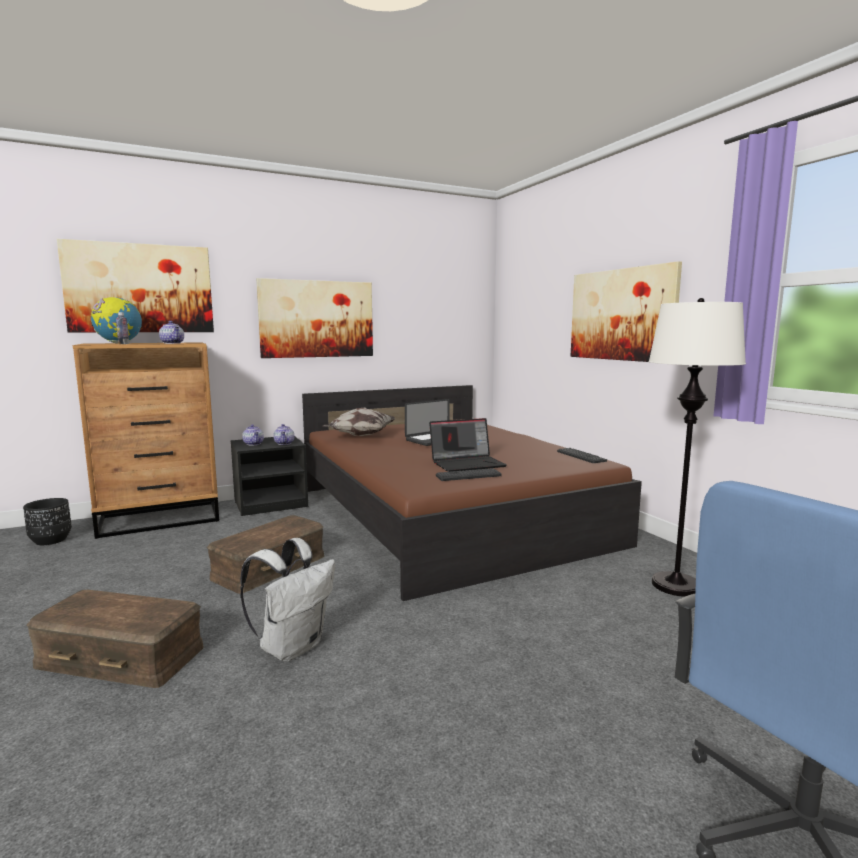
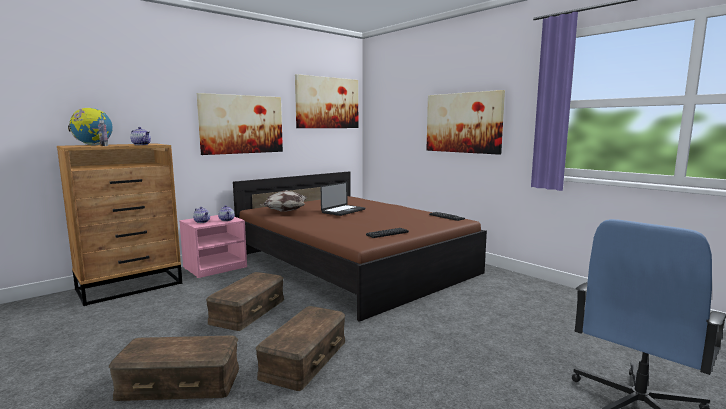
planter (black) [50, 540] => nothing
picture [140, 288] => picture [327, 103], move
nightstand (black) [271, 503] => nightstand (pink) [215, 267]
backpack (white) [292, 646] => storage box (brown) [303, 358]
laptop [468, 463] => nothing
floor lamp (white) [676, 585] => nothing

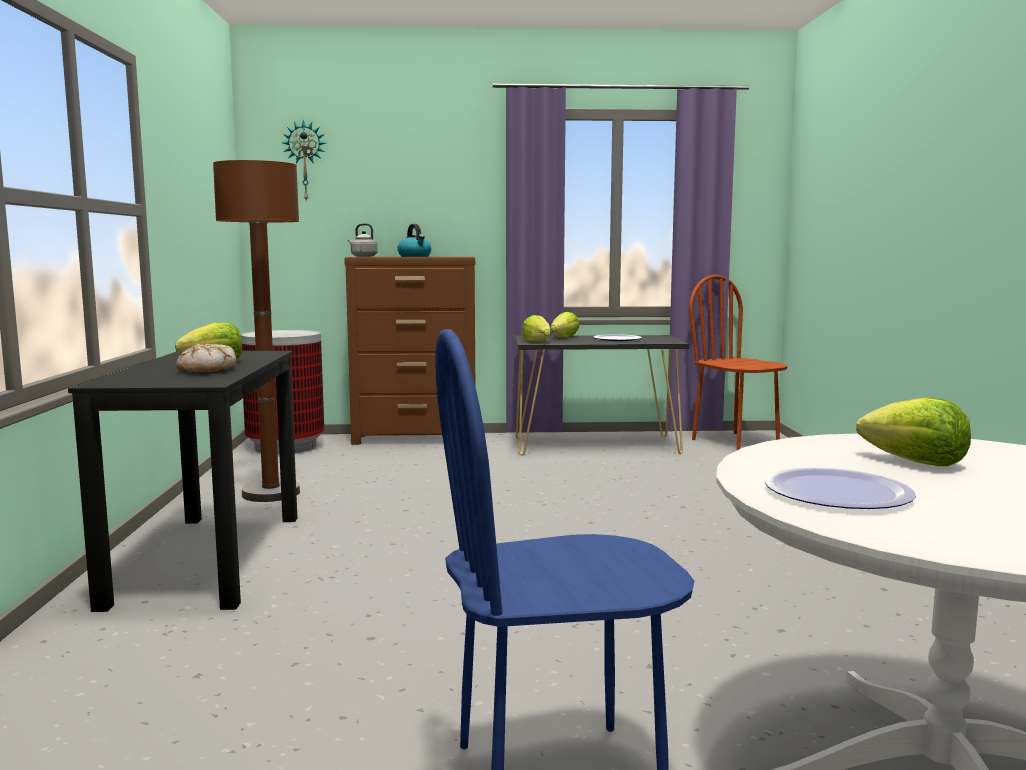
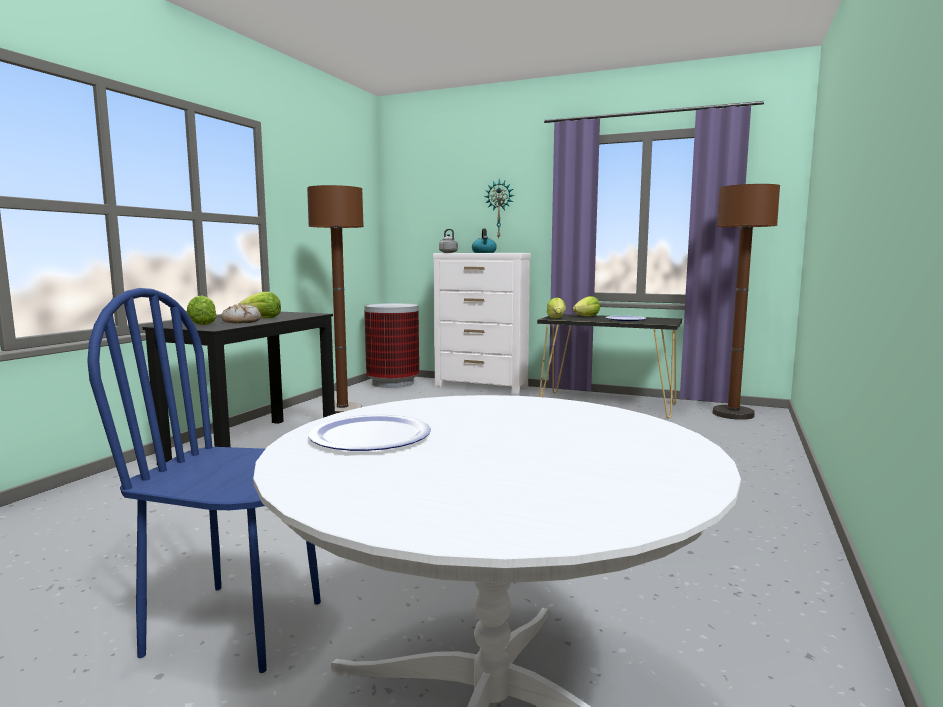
wall clock [305, 161] => wall clock [499, 209], move
dresser (brown) [416, 439] => dresser (white) [481, 386]
chair (brown) [735, 442] => floor lamp (brown) [733, 414]
lettuce [915, 462] => lettuce [202, 324], move

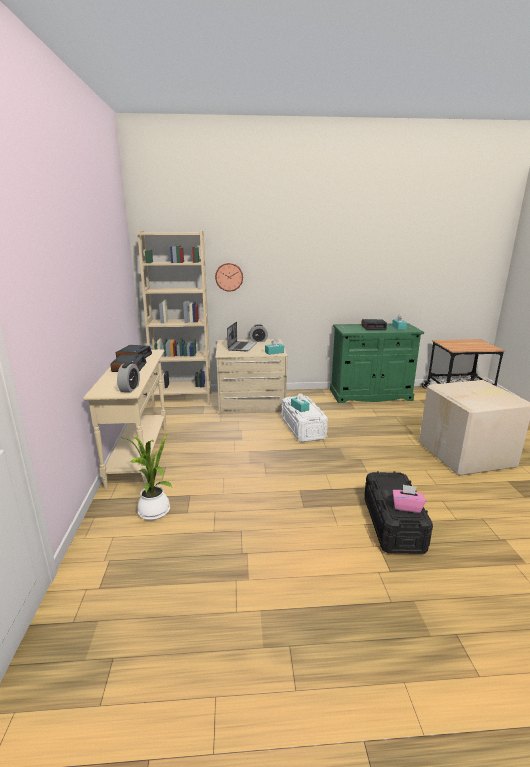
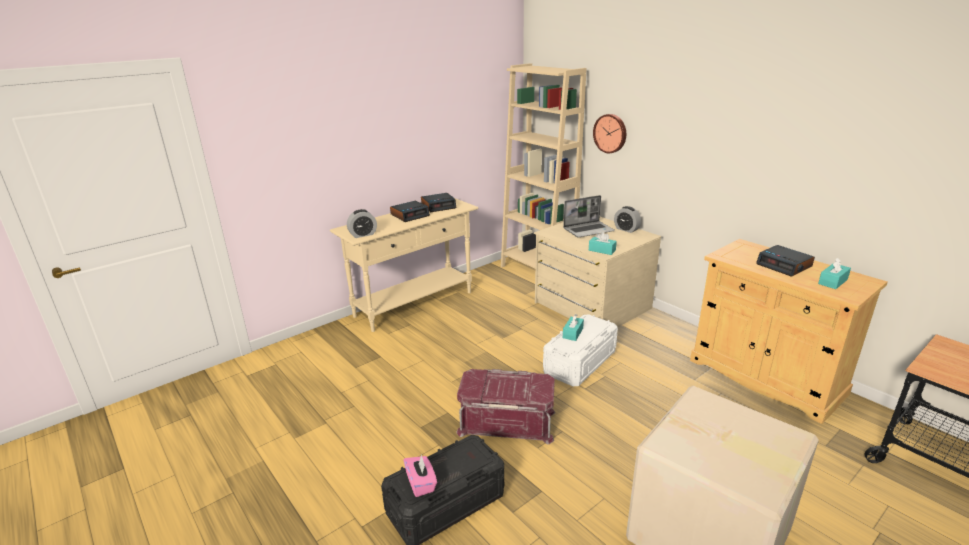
potted plant [154, 513] => nothing
cabinet (green) [370, 395] => cabinet (beige) [765, 377]
nothing => storage box (red) [507, 421]

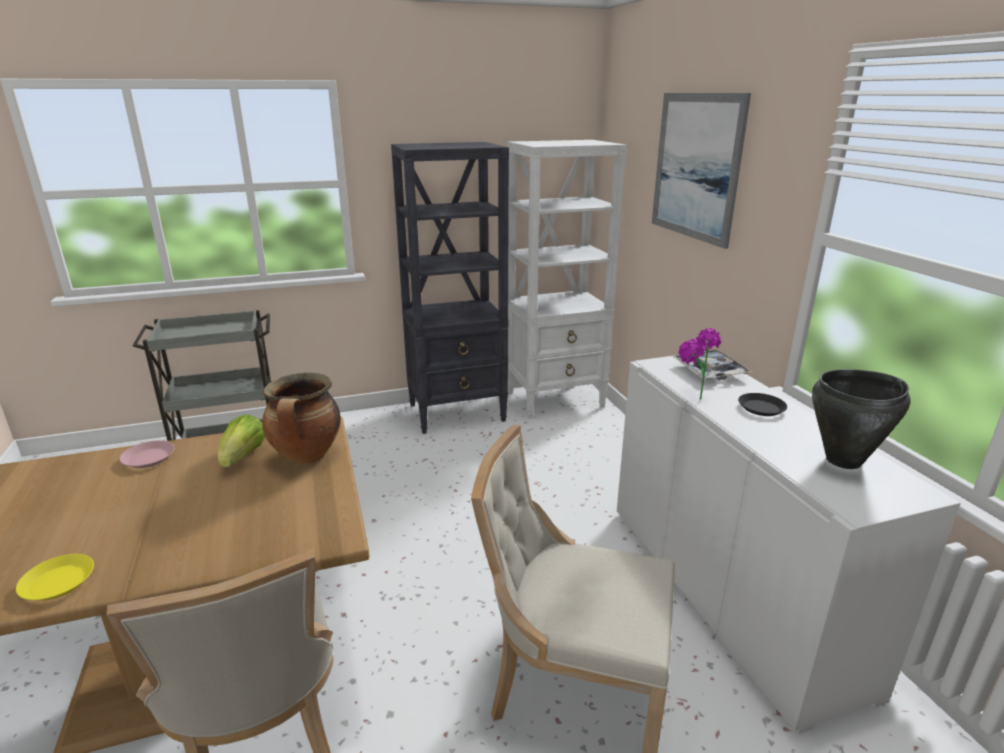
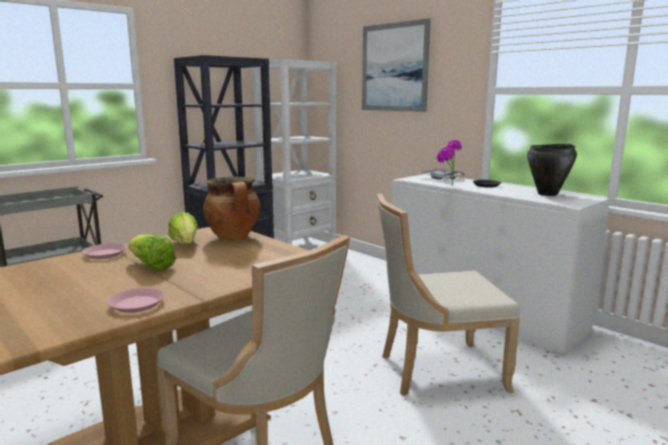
plate (yellow) [58, 582] => plate (pink) [137, 304]
nothing => lettuce [151, 266]

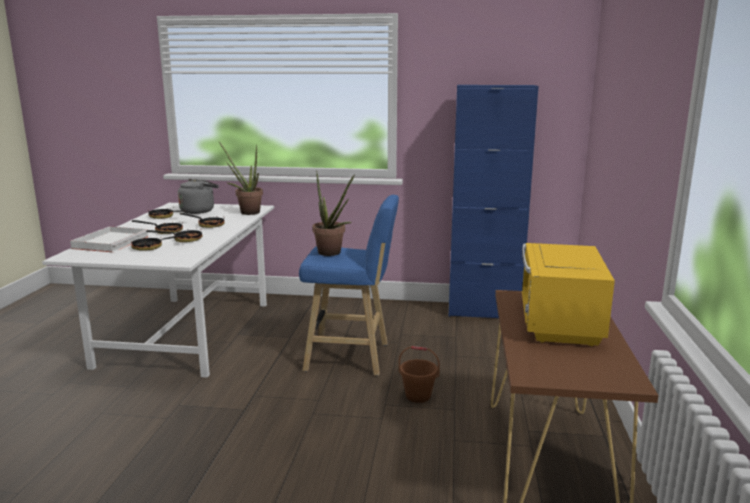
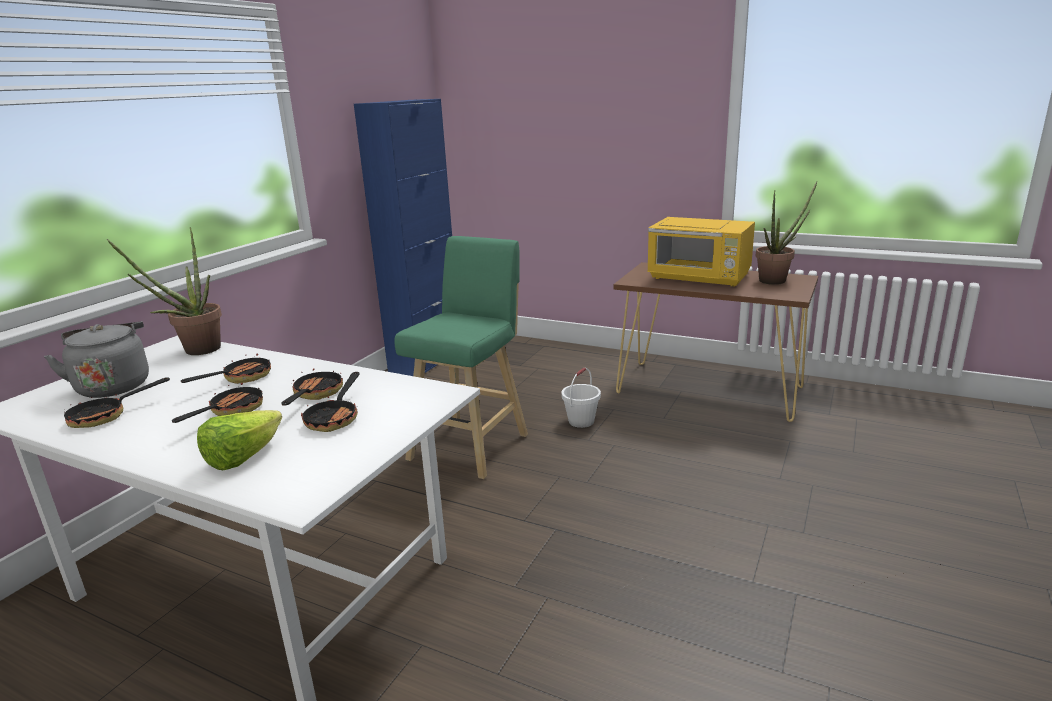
tray (white) [111, 242] => lettuce [243, 458]
stool (blue) [351, 357] => stool (green) [472, 445]
potted plant [332, 253] => potted plant [777, 280], move
bucket (brown) [418, 396] => bucket (white) [581, 421]

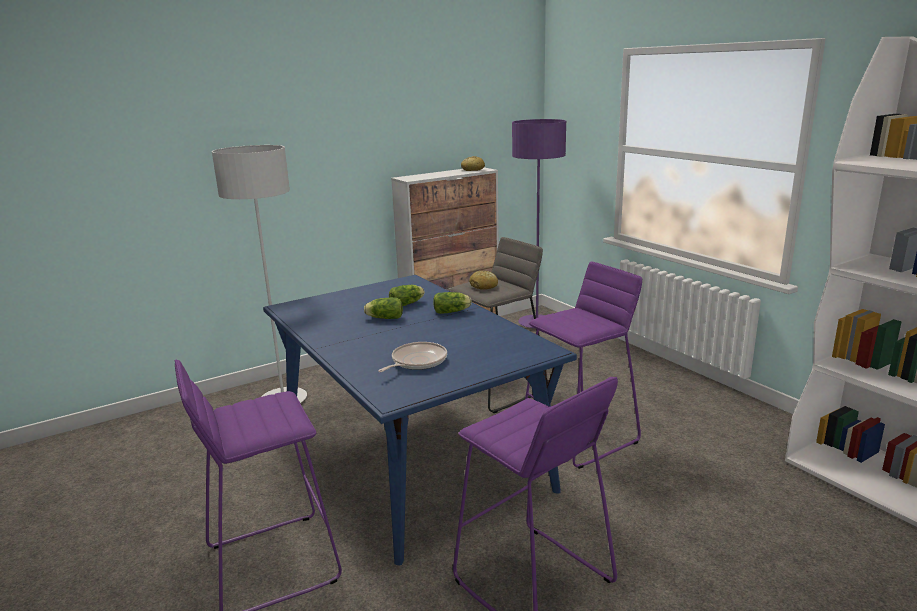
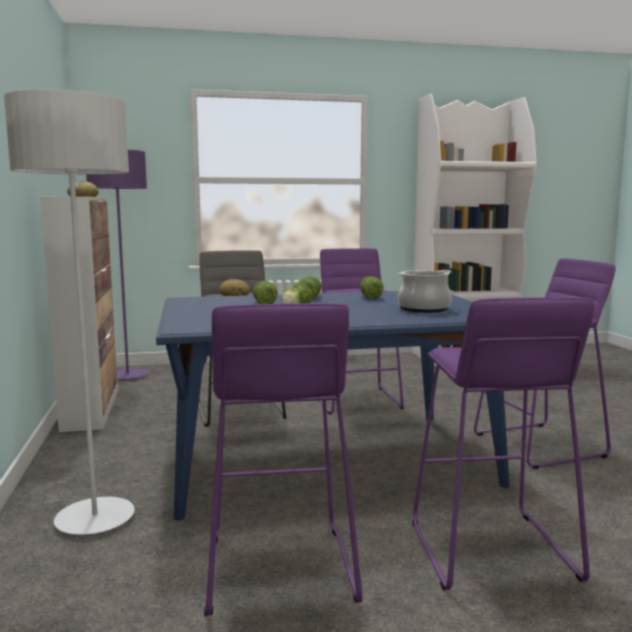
frying pan [417, 361] => cooking pot [424, 309]
nothing => stool (purple) [278, 569]
nothing => lettuce [370, 297]

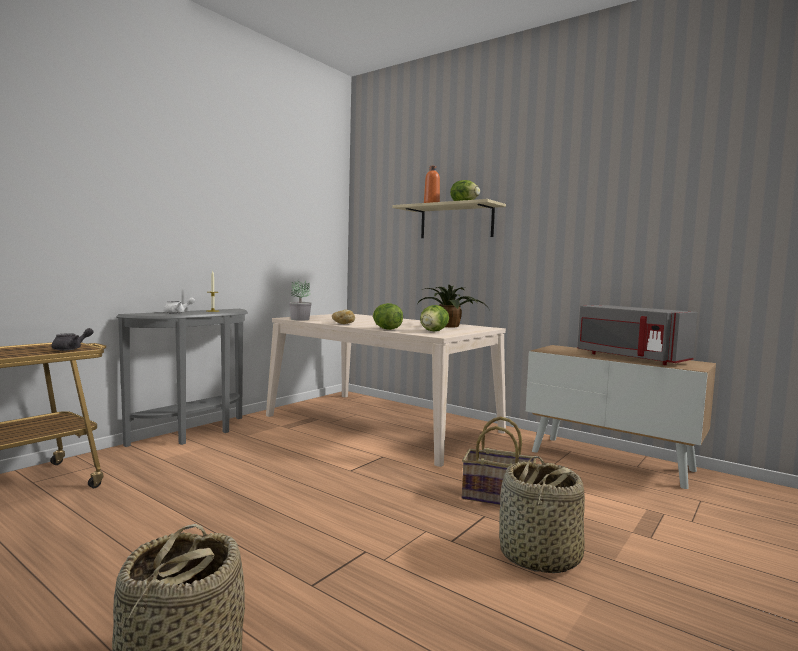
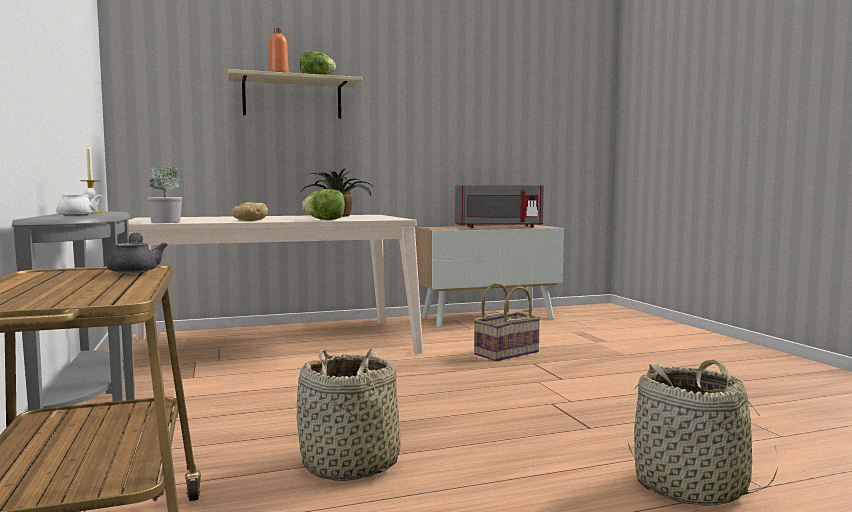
lettuce [433, 331] => nothing
basket [538, 556] => basket [350, 465], move

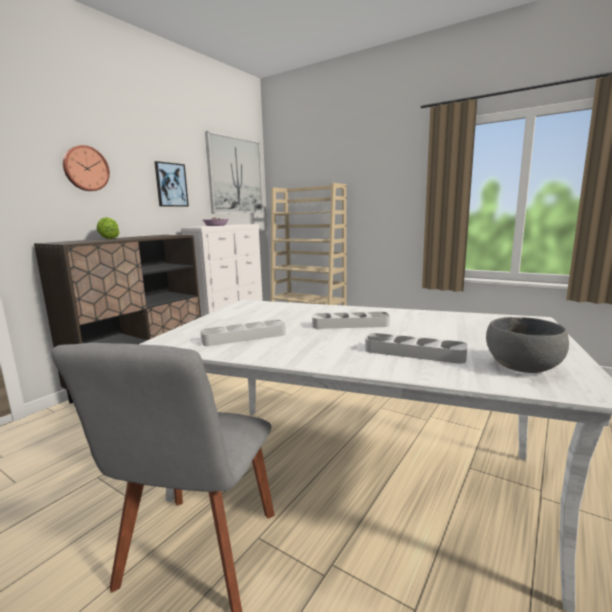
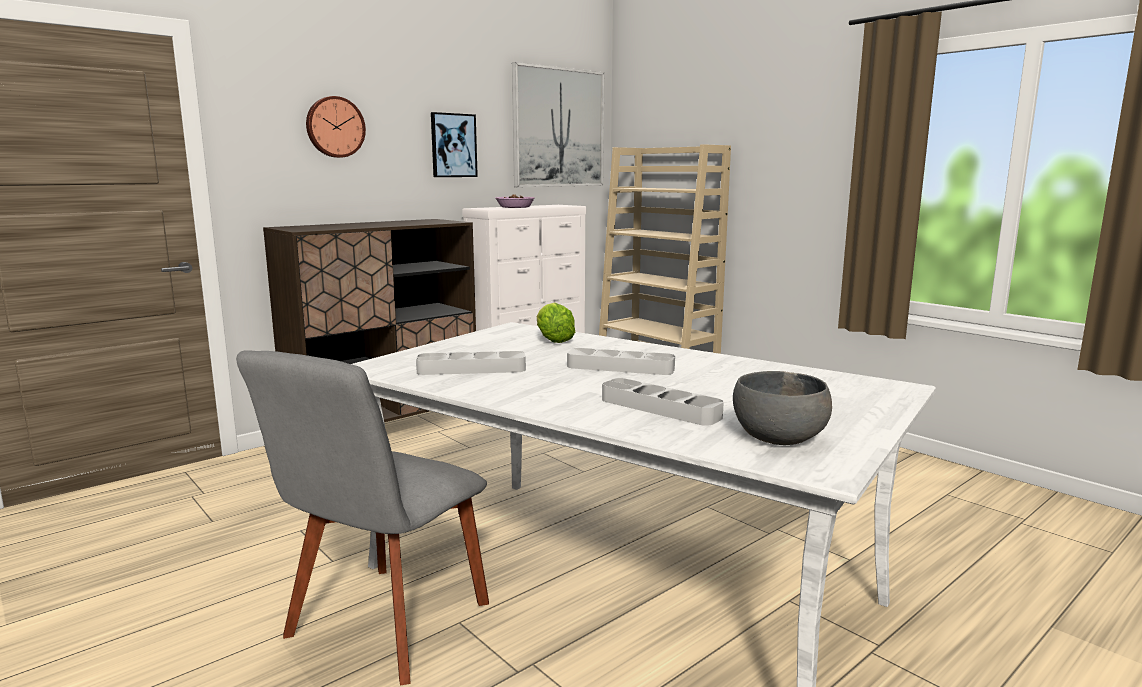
lettuce [108, 239] => lettuce [553, 340], move

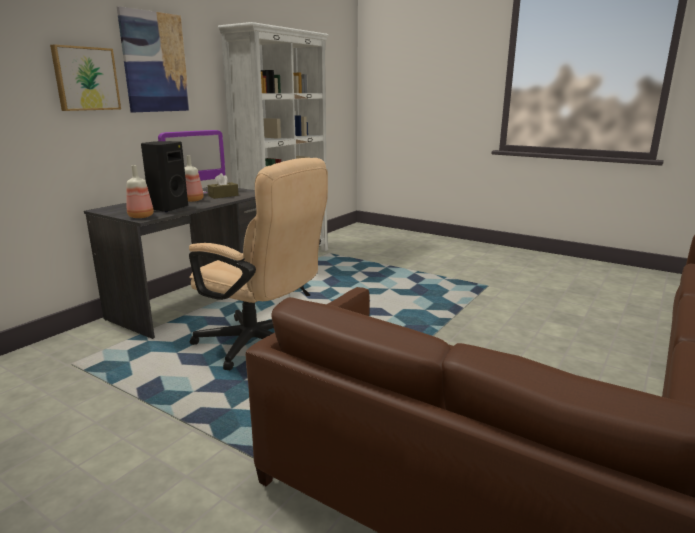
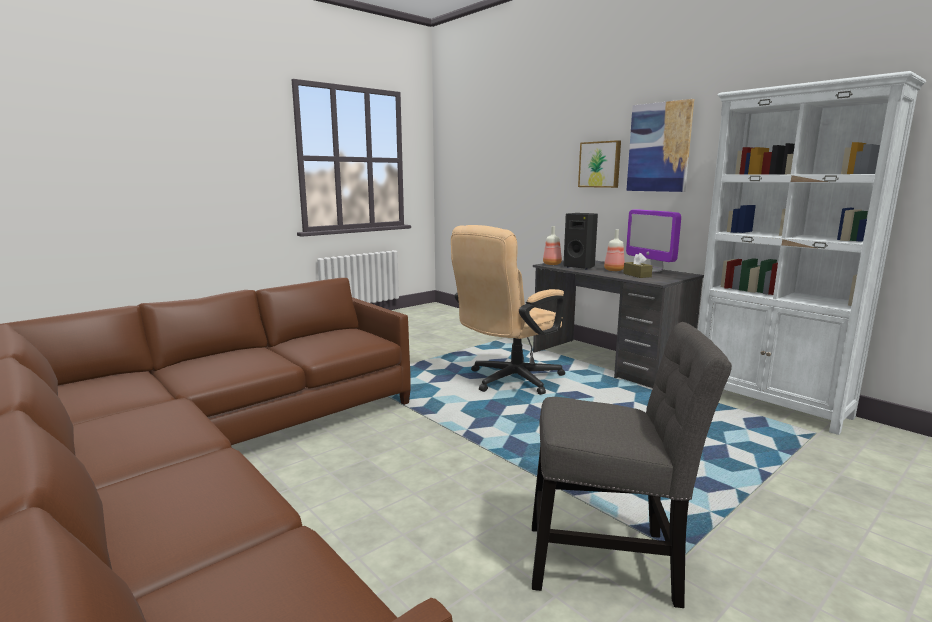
nothing => chair (grey) [610, 562]

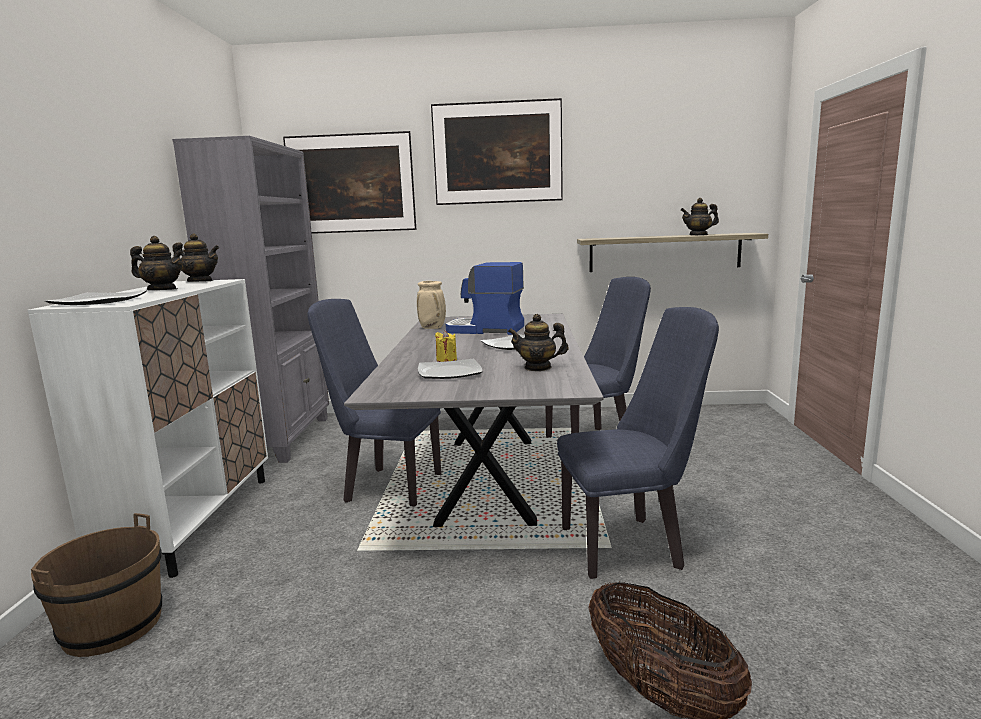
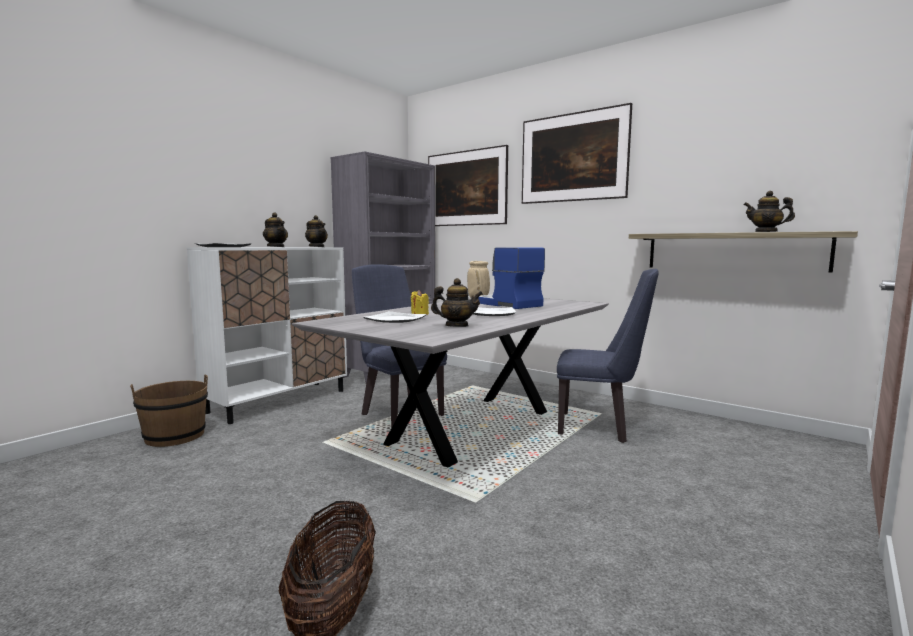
teapot [538, 368] => teapot [456, 326], 150 degrees clockwise
chair (blue) [630, 545] => nothing

